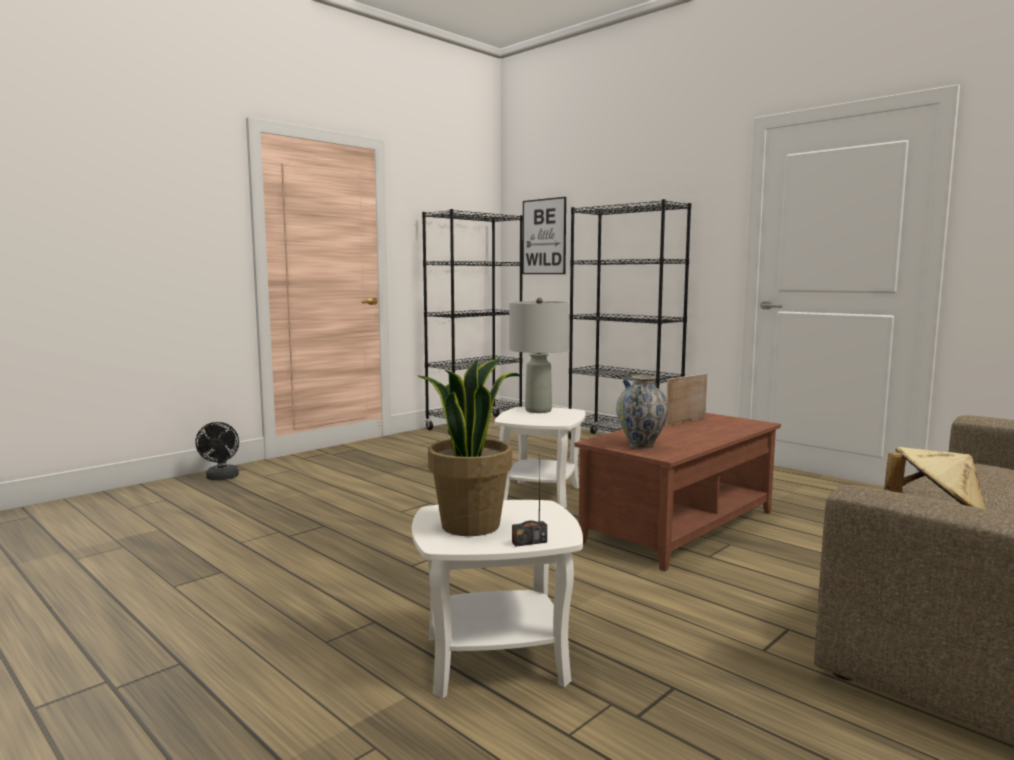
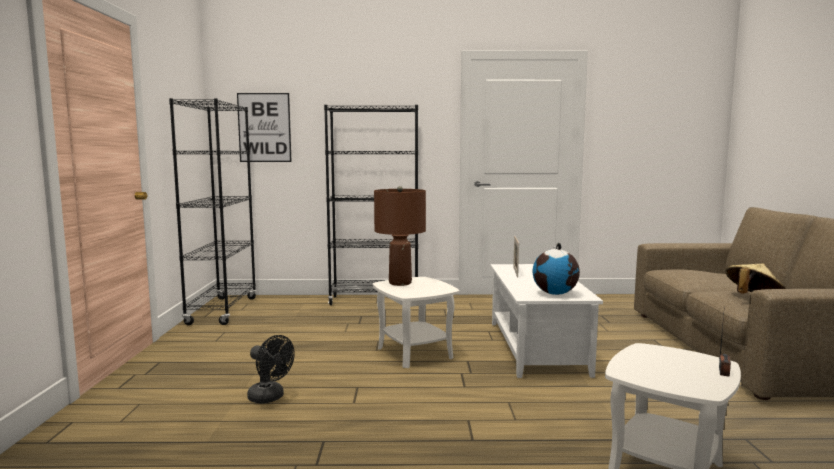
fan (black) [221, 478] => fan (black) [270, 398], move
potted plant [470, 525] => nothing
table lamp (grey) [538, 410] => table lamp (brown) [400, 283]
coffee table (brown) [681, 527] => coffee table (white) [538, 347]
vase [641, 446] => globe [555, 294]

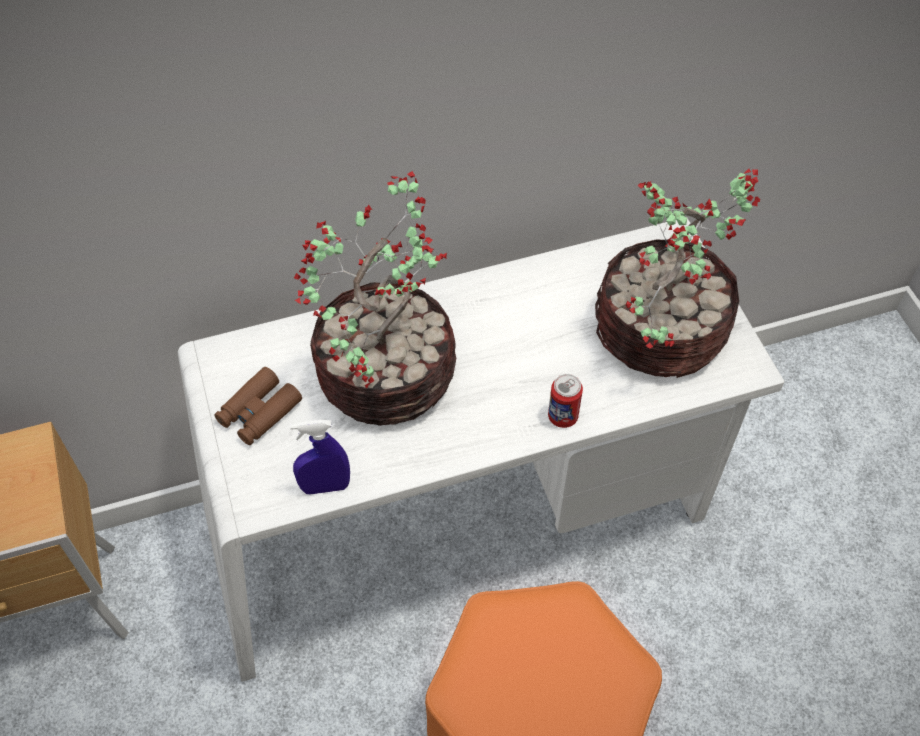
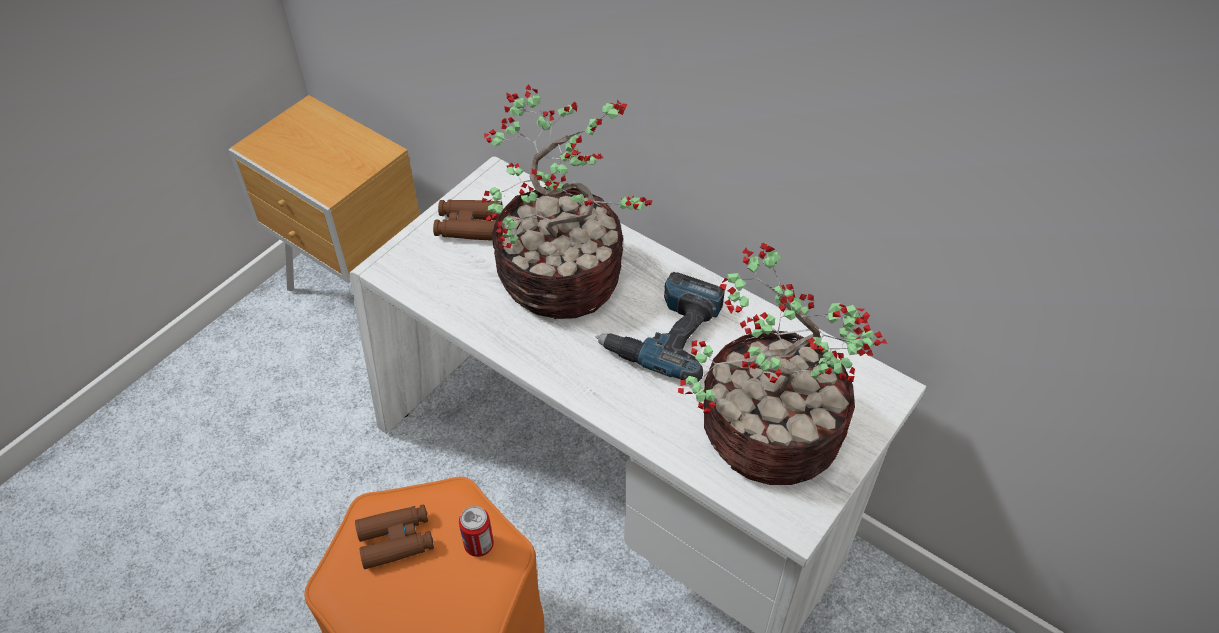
spray bottle (blue) [325, 487] => nothing
can [562, 416] => can [479, 545], move
nothing => binoculars (brown) [396, 540]
nothing => power drill [665, 333]

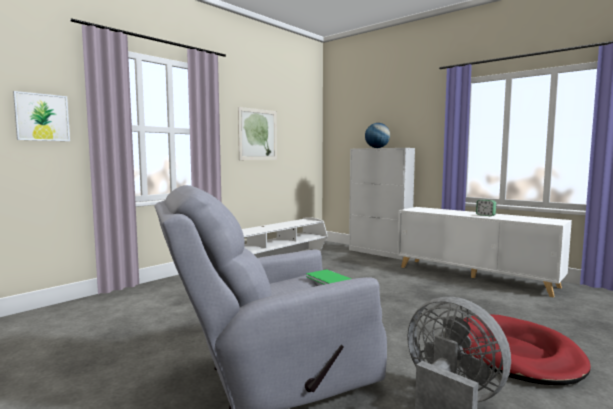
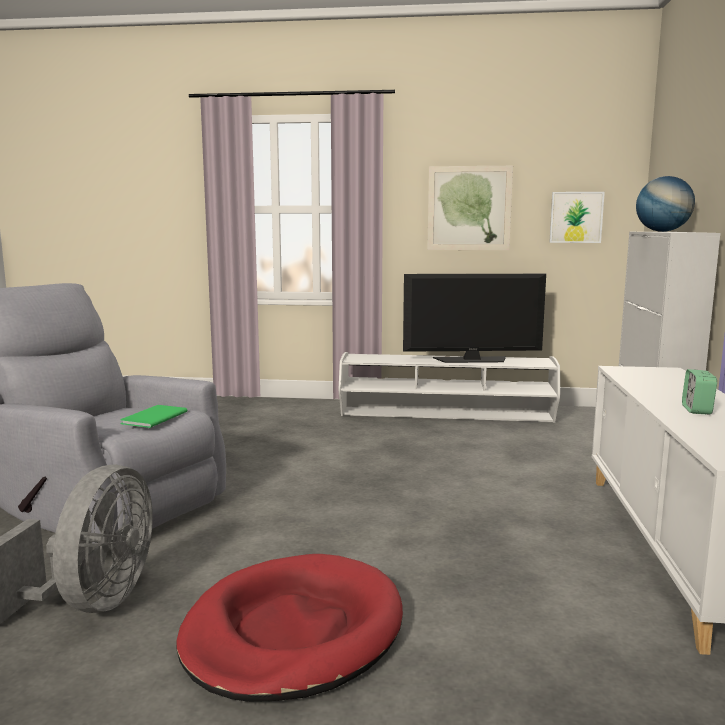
picture [42, 117] => picture [576, 217], move
nothing => television [471, 360]

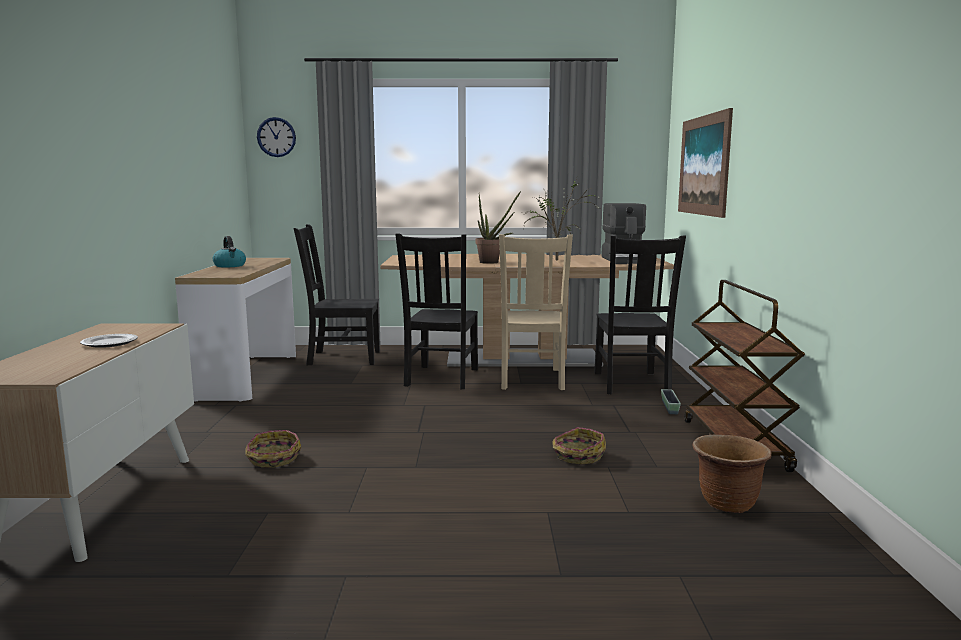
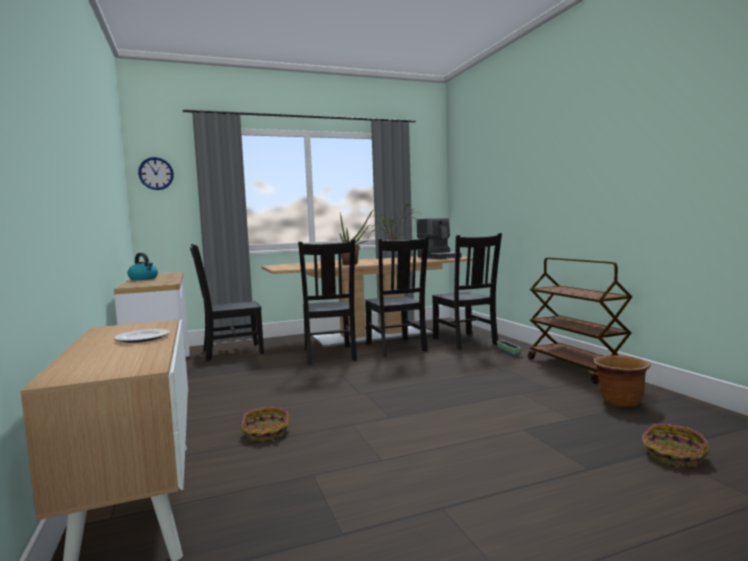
chair (beige) [531, 380] => chair (black) [396, 348]
basket [578, 456] => basket [673, 456], move
picture [703, 165] => nothing

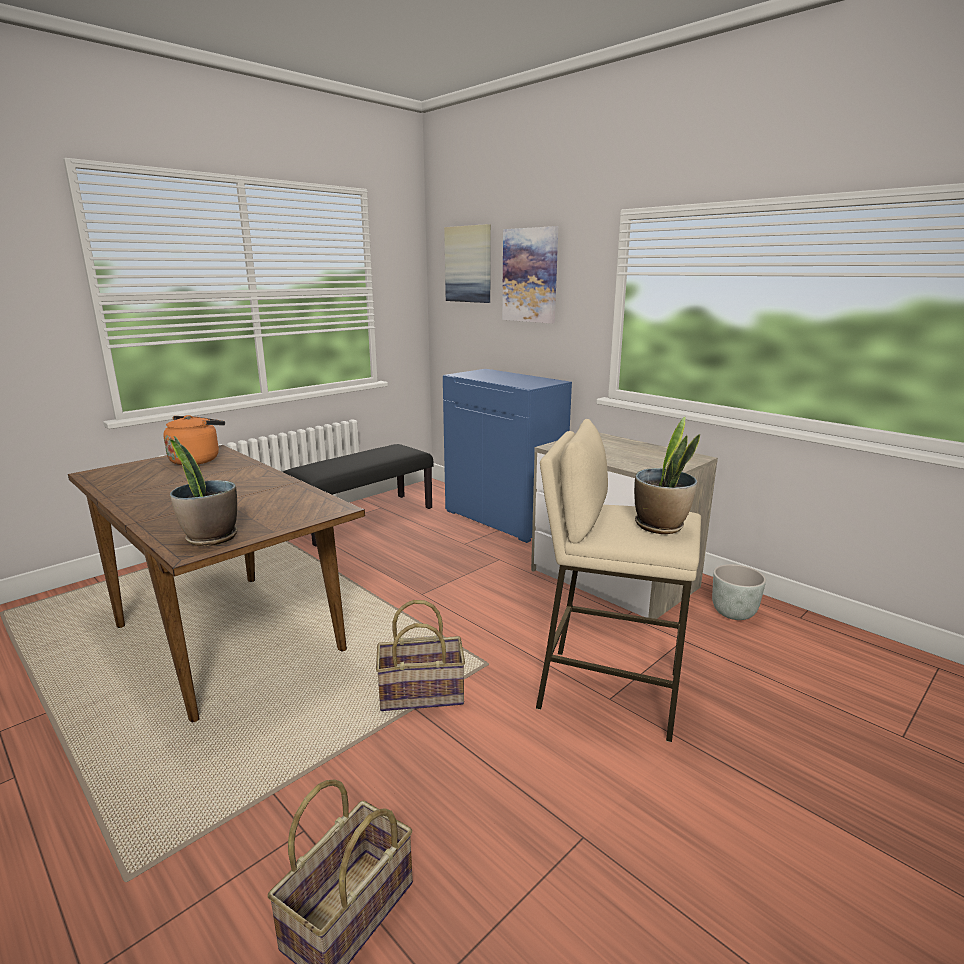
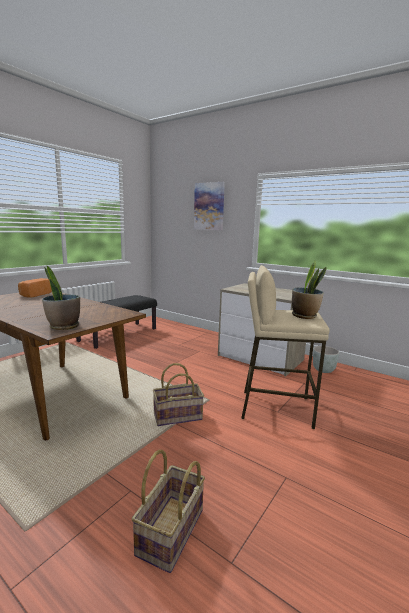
kettle (orange) [197, 460] => bread [35, 294]
cabinet (blue) [504, 518] => nothing
picture [468, 264] => nothing

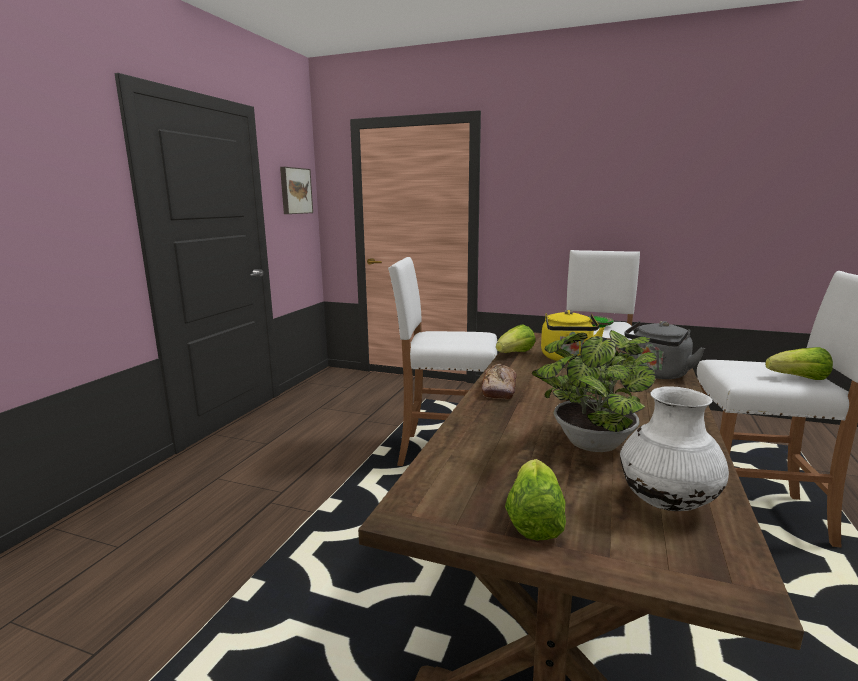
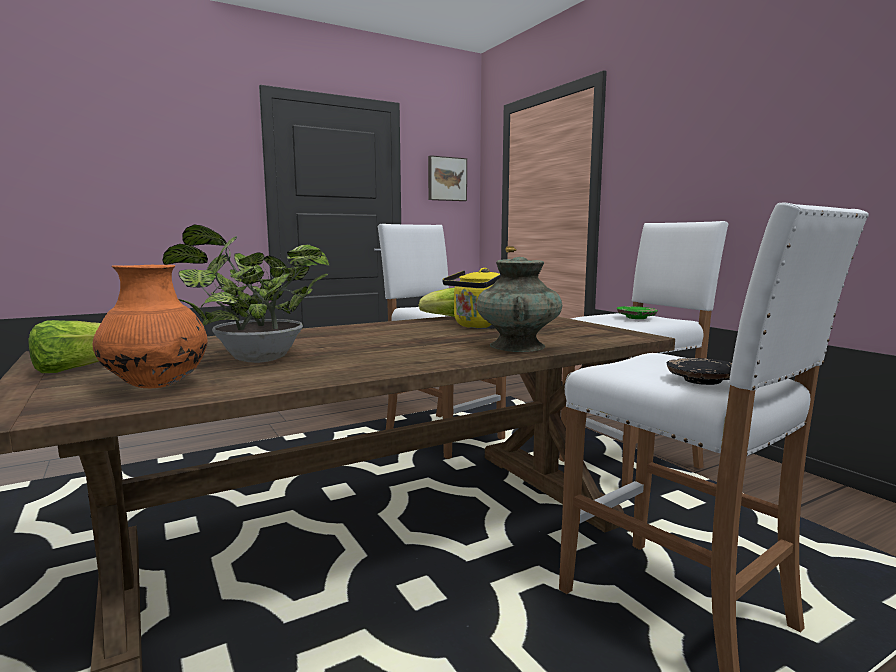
bread [499, 389] => nothing
vase (white) [667, 503] => vase (orange) [157, 386]
kettle (grey) [657, 374] => vase (turquoise) [517, 346]
lettuce [799, 378] => plate (black) [702, 381]

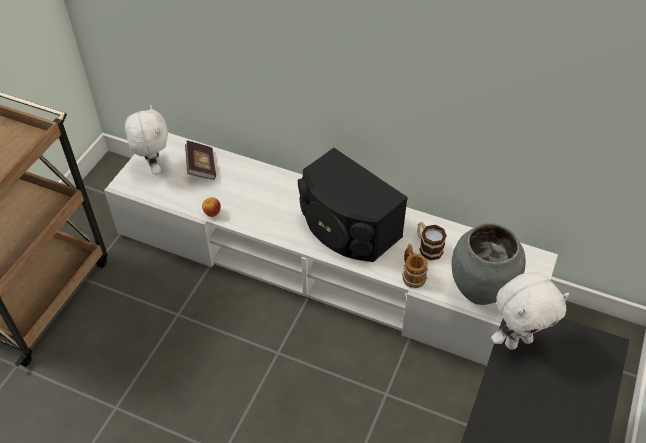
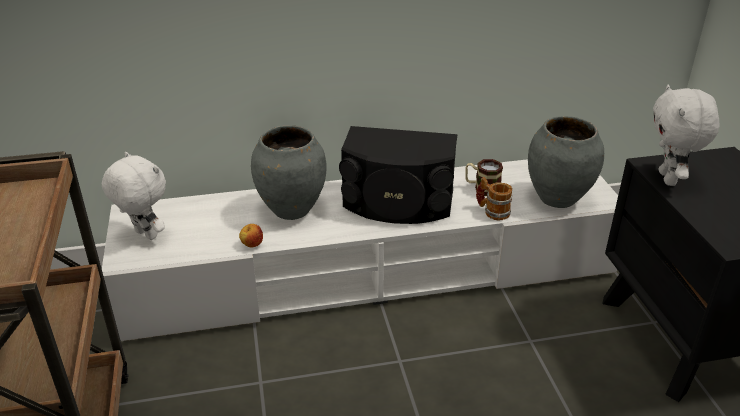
book [201, 167] => nothing
plush toy (white) [517, 341] => plush toy (white) [669, 179], 150 degrees clockwise
nothing => vase (grey) [291, 210]

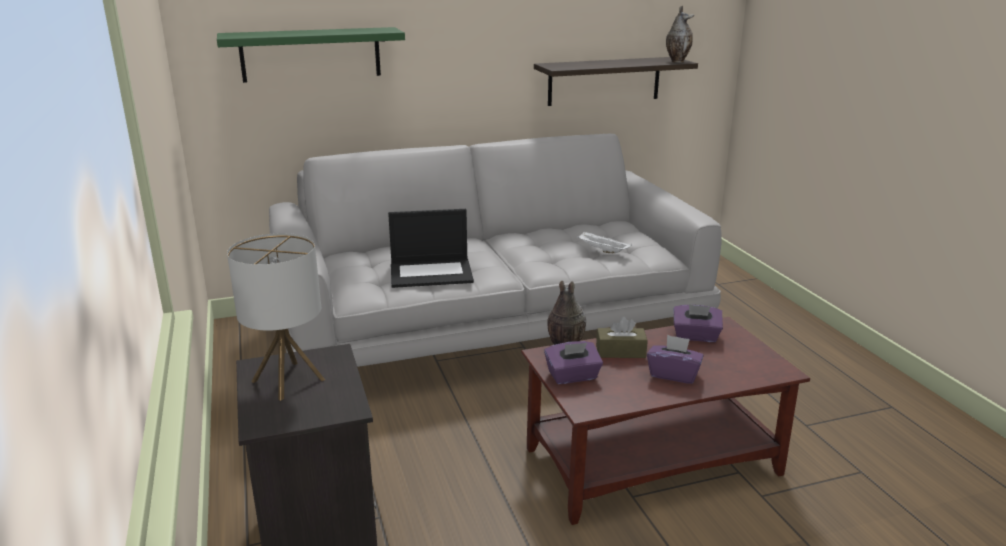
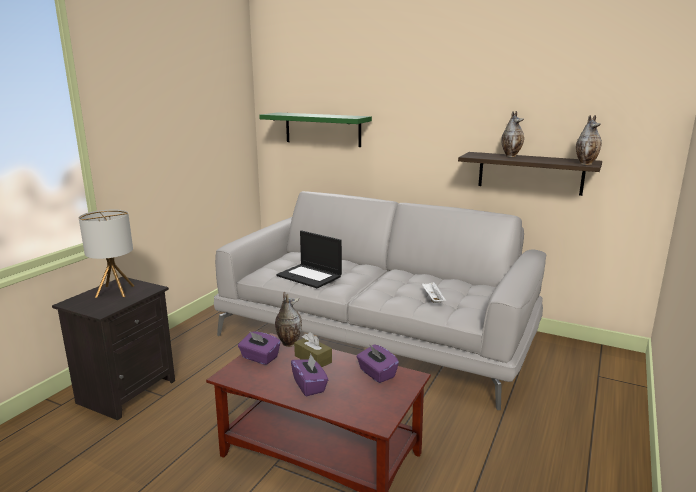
nothing => vase [511, 156]

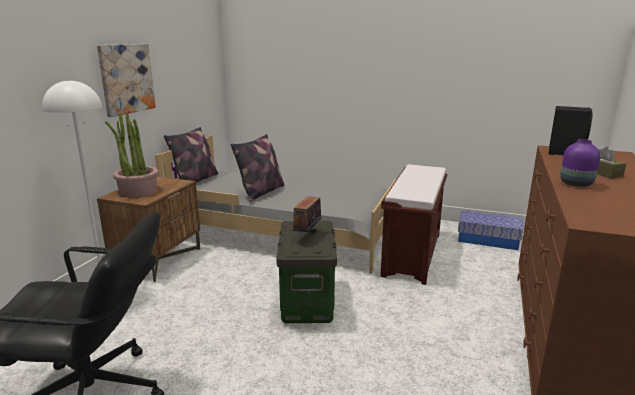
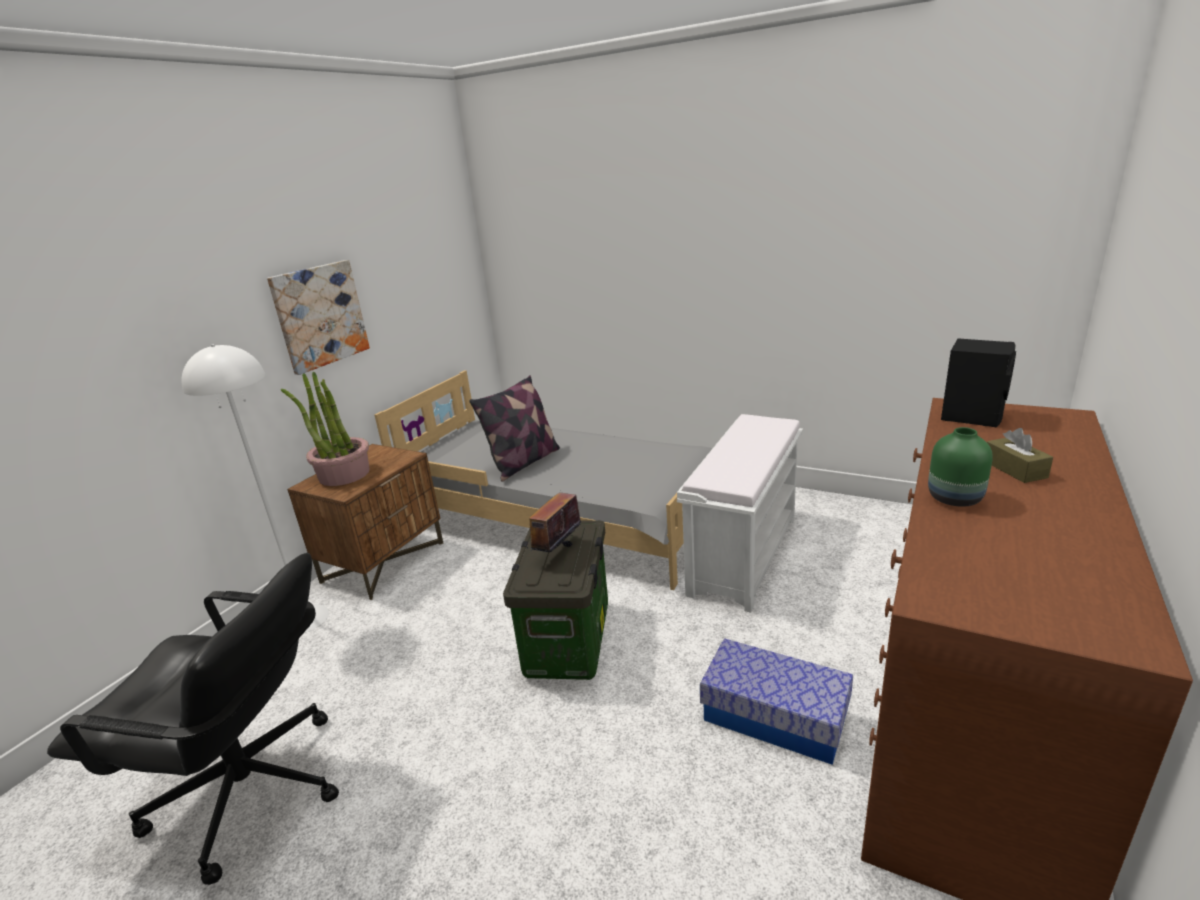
pillow [195, 180] => nothing
bench (brown) [412, 254] => bench (white) [743, 554]
storage box [488, 239] => storage box [775, 716], move
vase (purple) [576, 184] => vase (green) [955, 499]

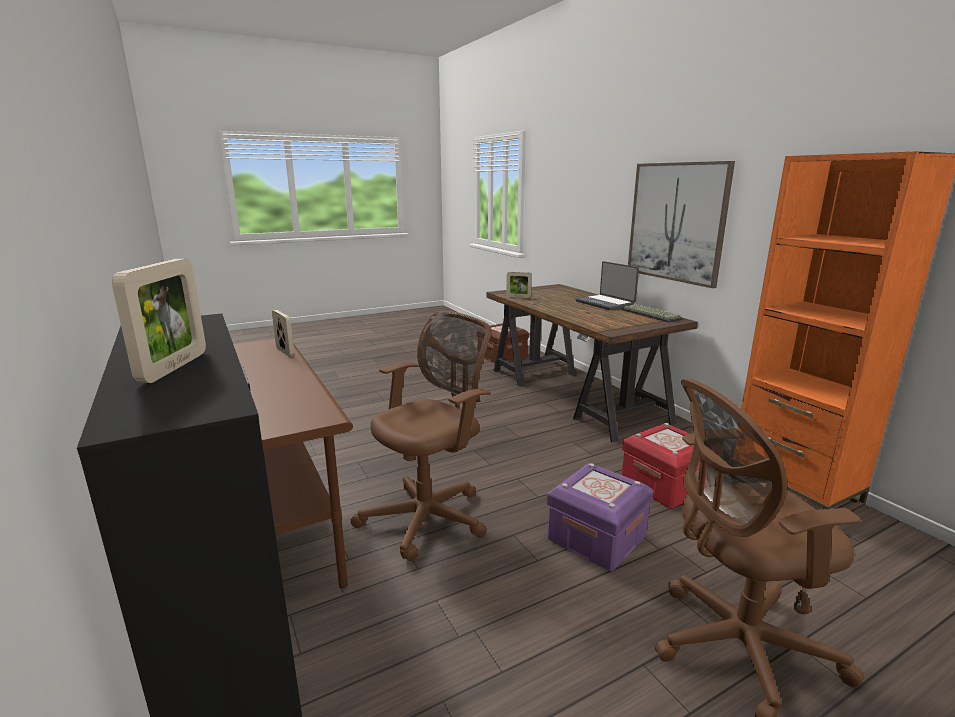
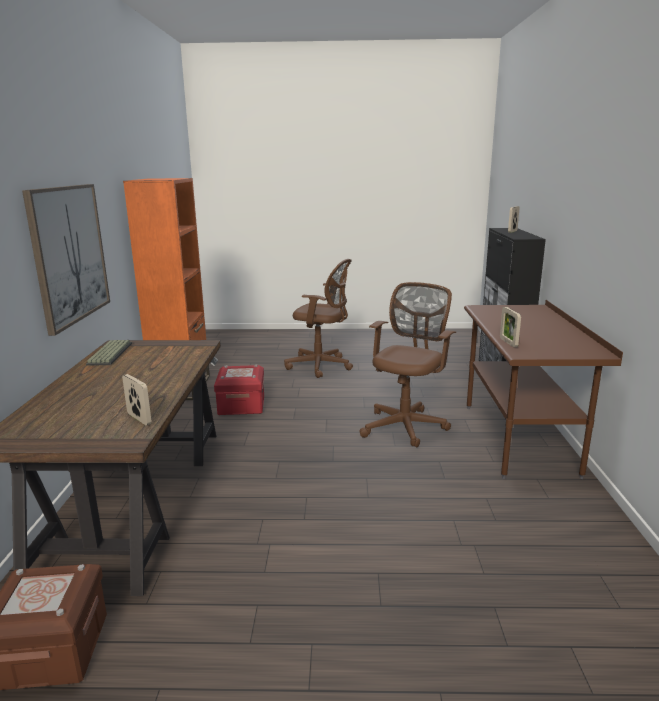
office chair (brown) [430, 517] => office chair (brown) [406, 425], 135 degrees clockwise
storage box (purple) [596, 537] => nothing
laptop [605, 303] => nothing

